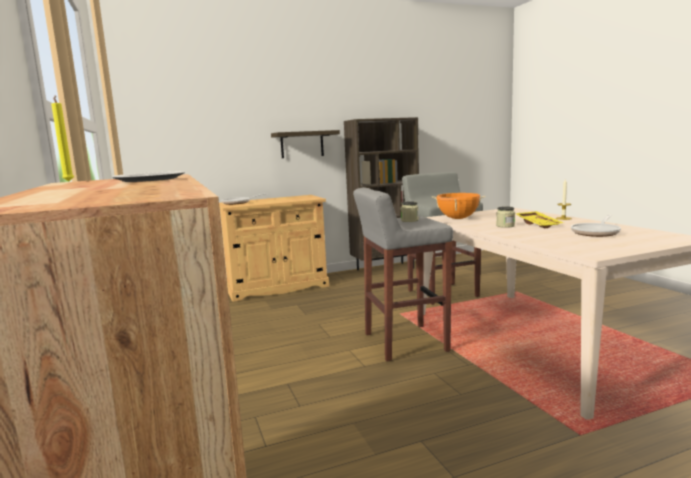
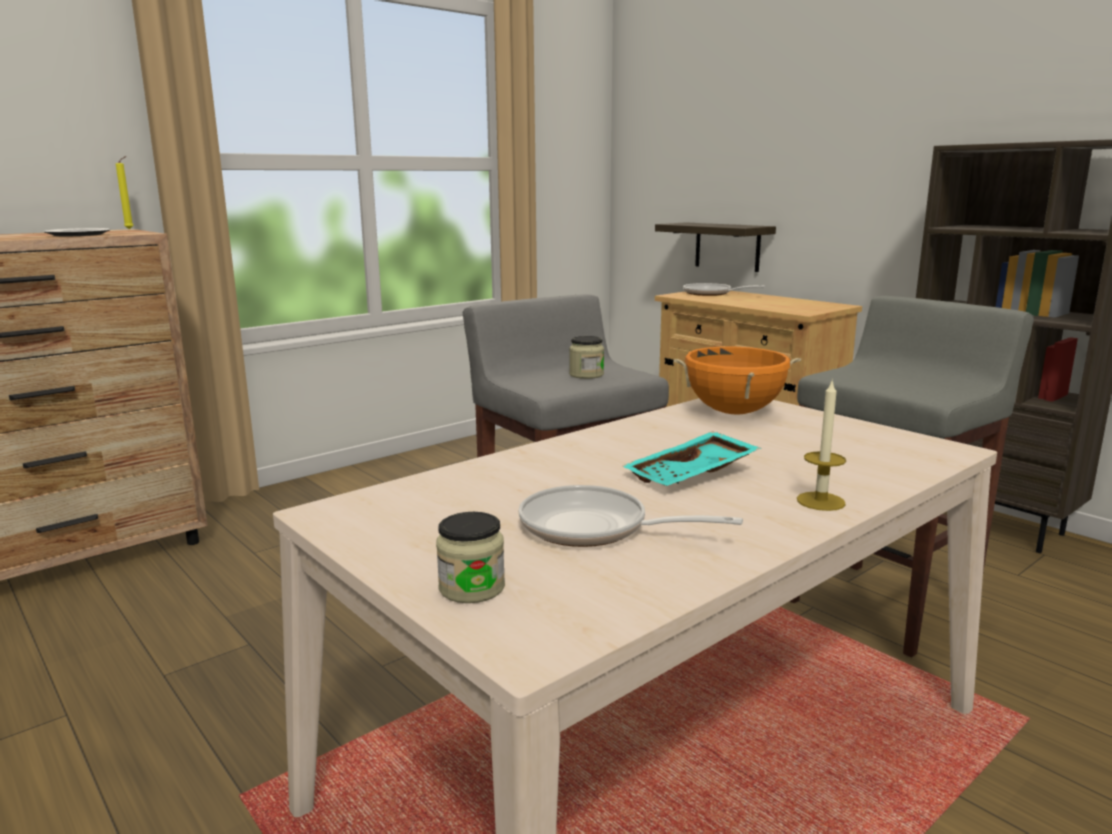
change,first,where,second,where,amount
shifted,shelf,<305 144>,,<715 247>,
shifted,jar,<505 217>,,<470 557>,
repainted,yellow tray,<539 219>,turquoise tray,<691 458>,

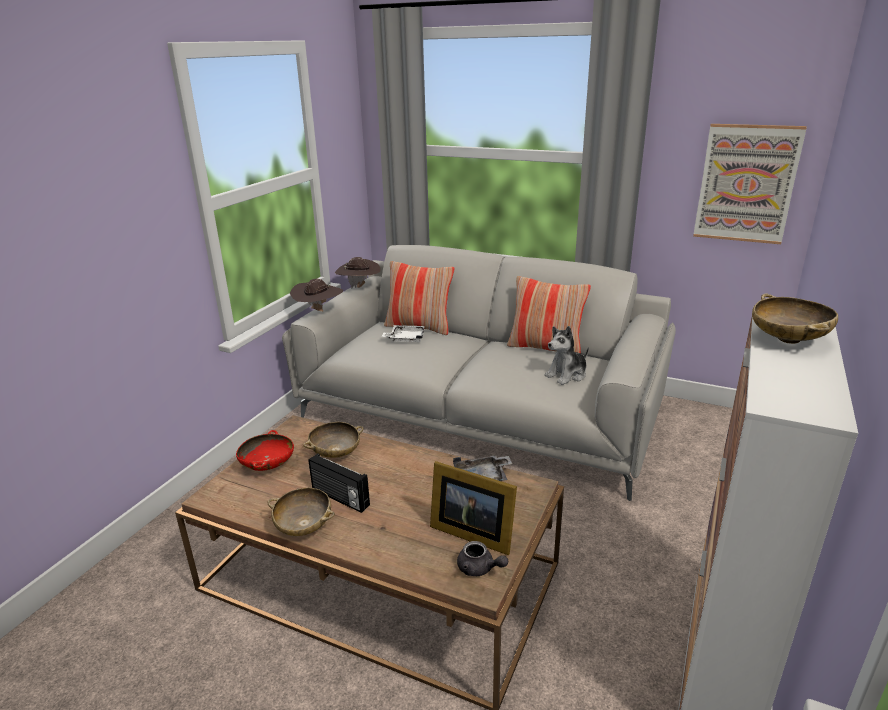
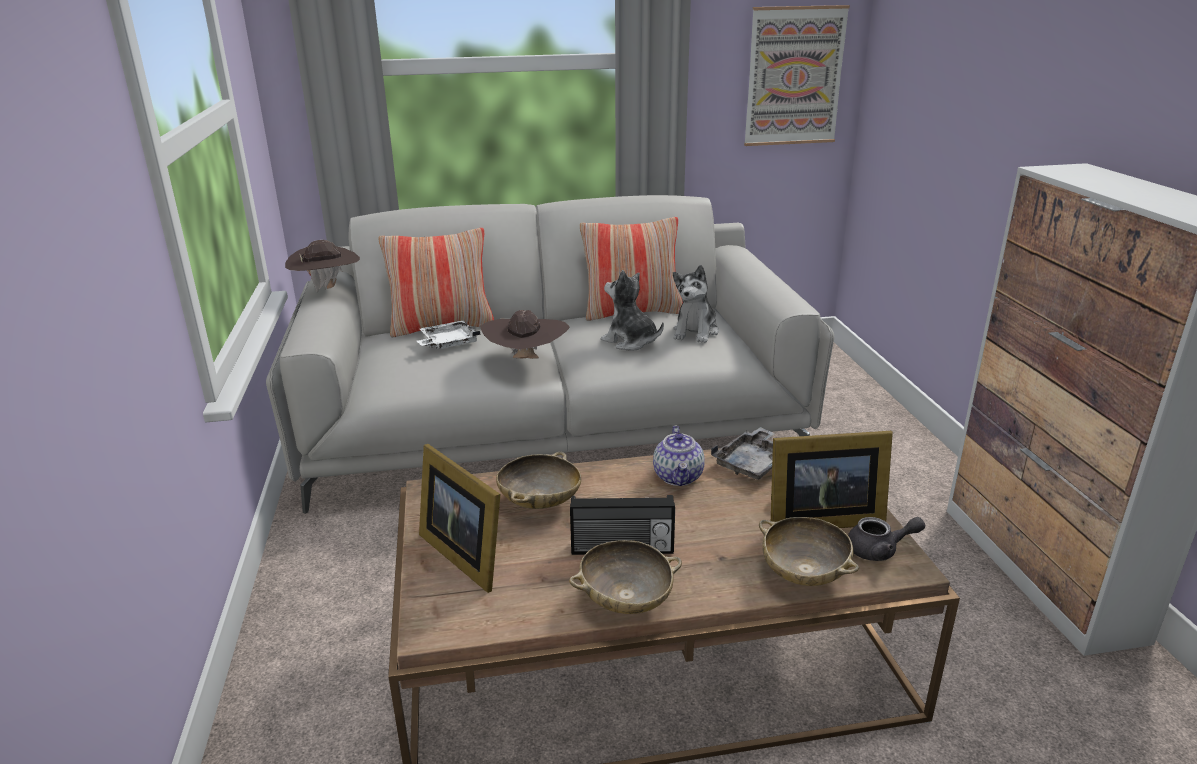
change,first,where,second,where,amount
swapped,red bowl,<265 450>,picture frame,<459 518>,
shifted,brown hat,<317 295>,,<525 334>,
shifted,beige bowl,<795 318>,,<809 551>,
new,,,plush toy,<632 310>,
new,,,teapot,<679 456>,

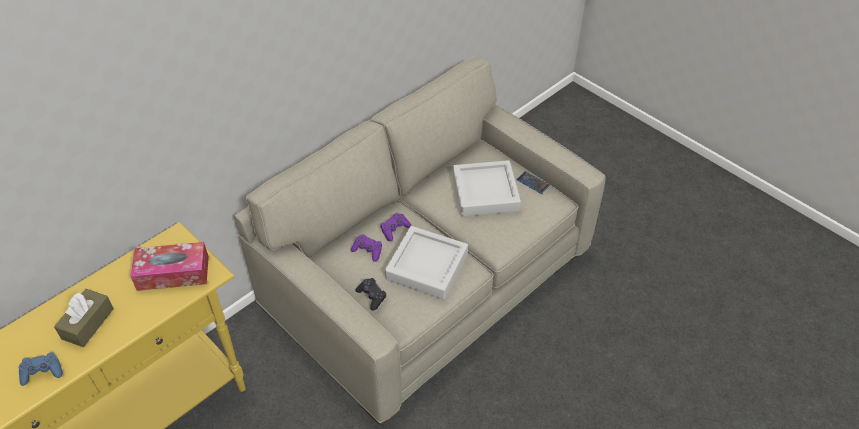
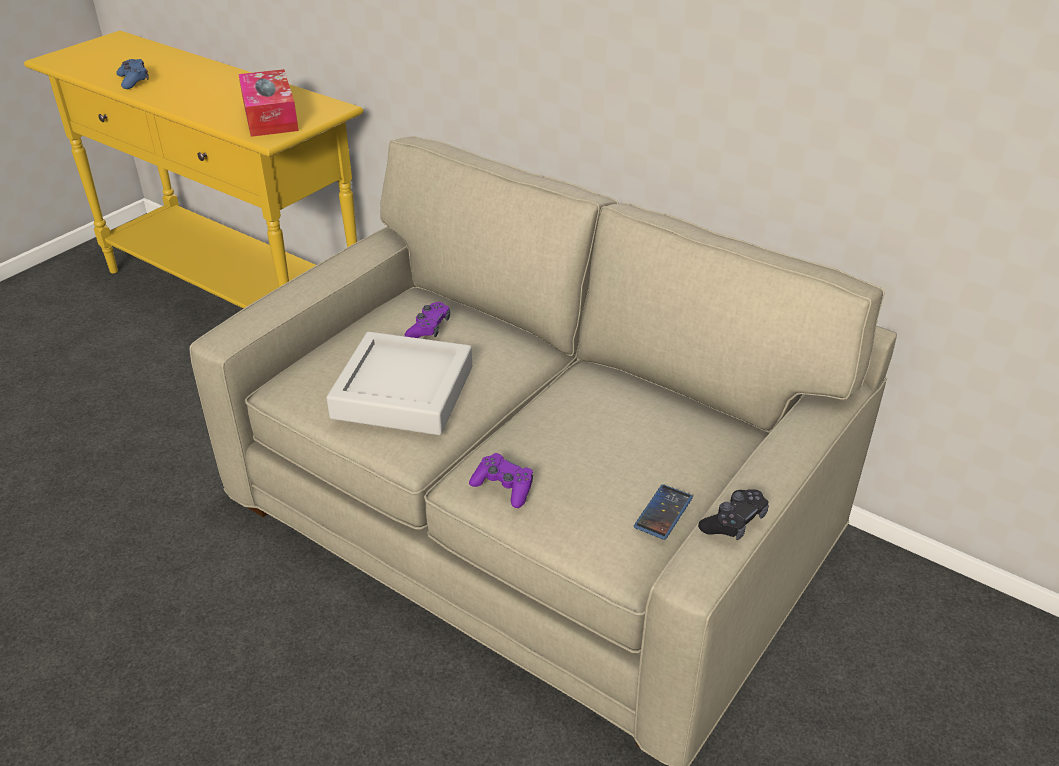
change,first,where,second,where,amount
gone,brown tissue box,<84 318>,,,
shifted,black game controller,<370 294>,,<733 514>,
shifted,purple game controller,<396 227>,,<501 480>,
gone,grey tray,<486 188>,,,

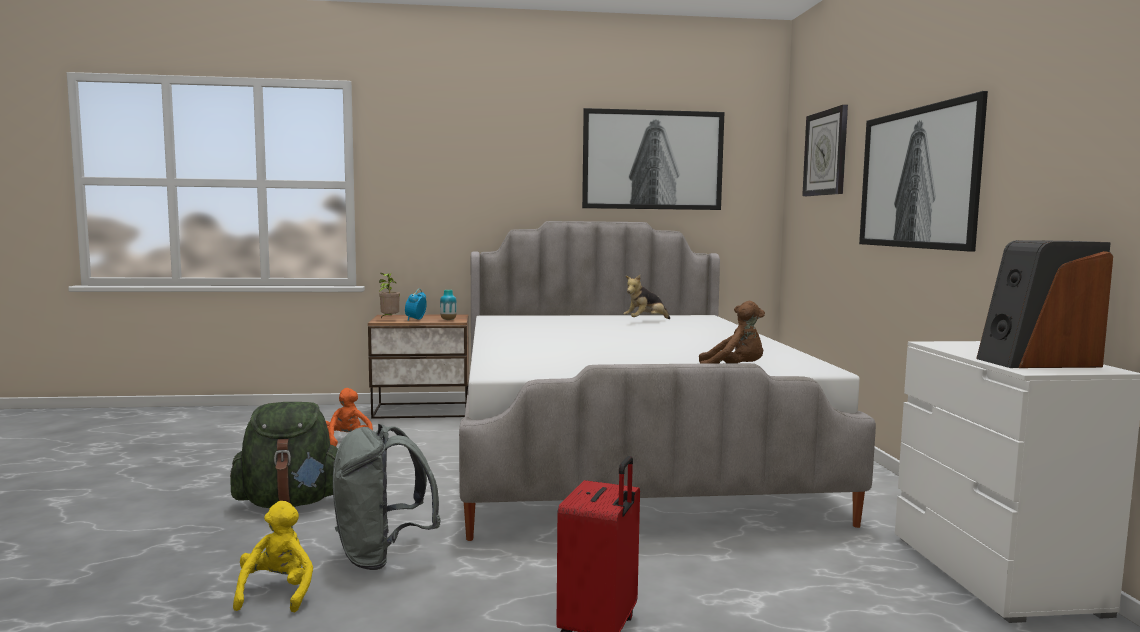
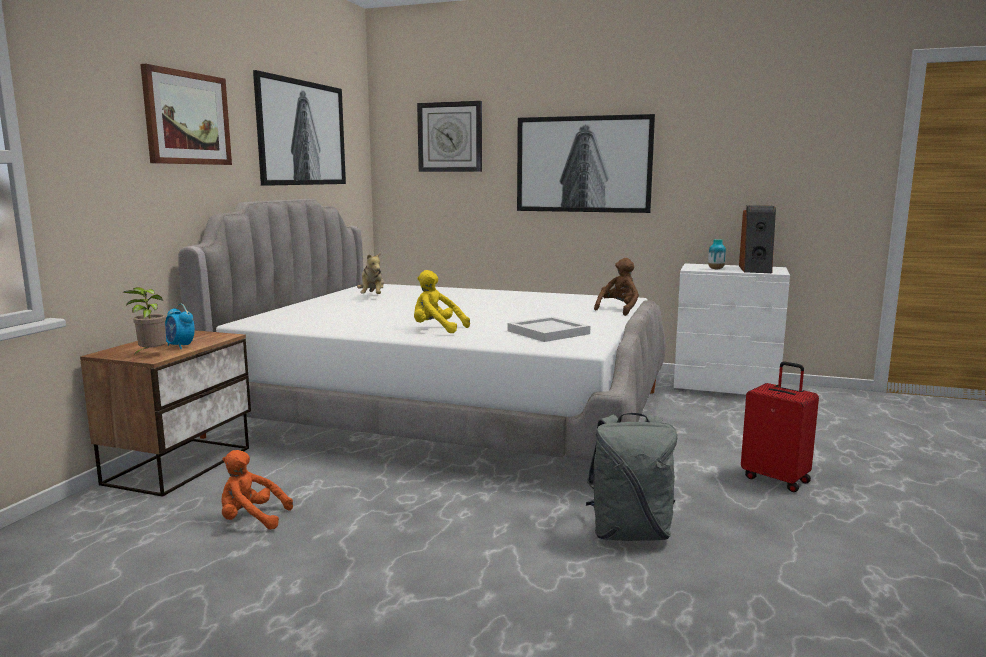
change,first,where,second,where,amount
gone,green backpack,<284 455>,,,
shifted,yellow plush toy,<273 556>,,<442 301>,
shifted,vase,<448 305>,,<717 254>,
new,,,picture,<186 114>,
new,,,white tray,<548 329>,

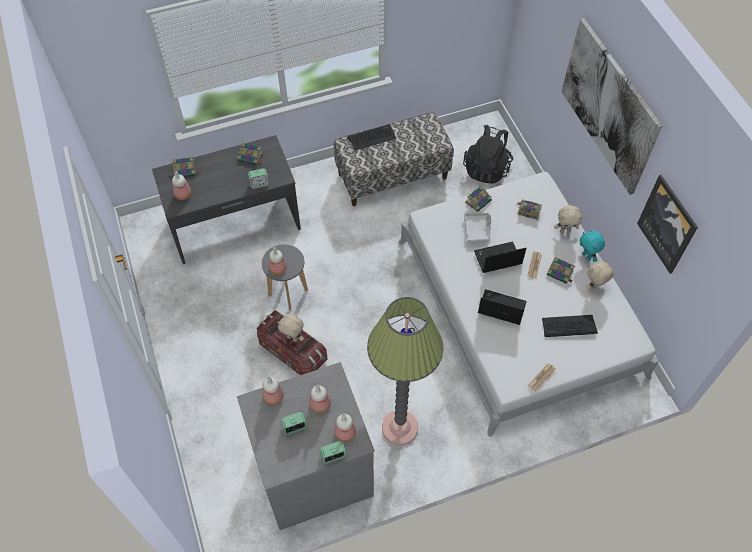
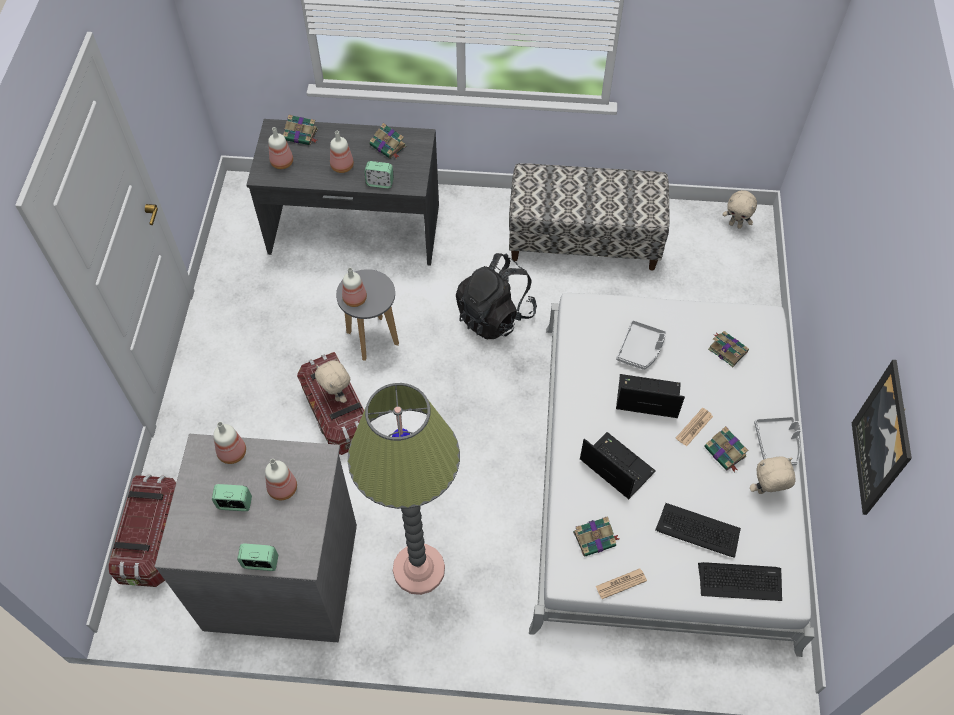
change,first,where,second,where,amount
shifted,bottle,<345 428>,,<342 152>,
shifted,keyboard,<371 137>,,<740 581>,
shifted,black backpack,<488 154>,,<496 296>,
shifted,book,<478 198>,,<596 536>,
shifted,beige plush toy,<568 219>,,<739 209>,
gone,picture,<611 106>,,,
swapped,turquoise plush toy,<592 246>,grey tray,<777 441>,
new,,,storage box,<142 531>,

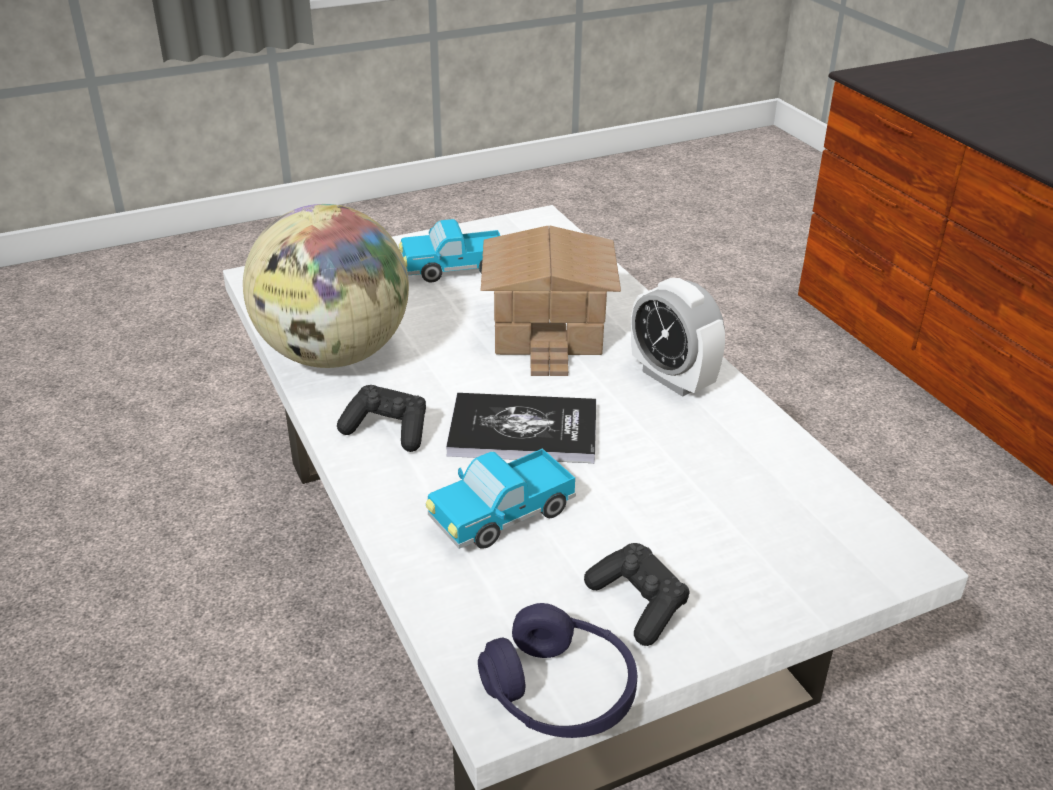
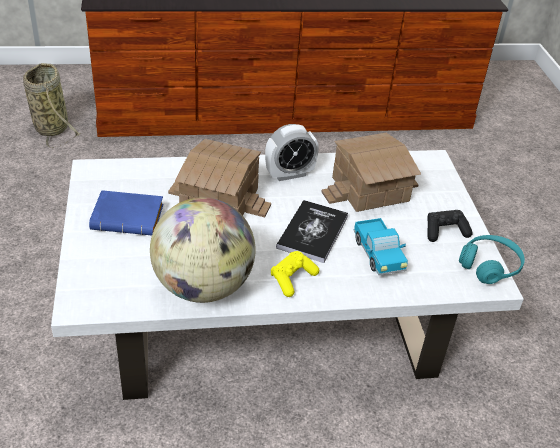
change,first,where,second,where,amount
repainted,black game controller,<381 418>,yellow game controller,<295 274>,
swapped,toy truck,<449 250>,blue book,<126 212>,
repainted,purple headphones,<557 670>,turquoise headphones,<492 259>,
new,,,basket,<52 105>,
new,,,toy house,<371 172>,

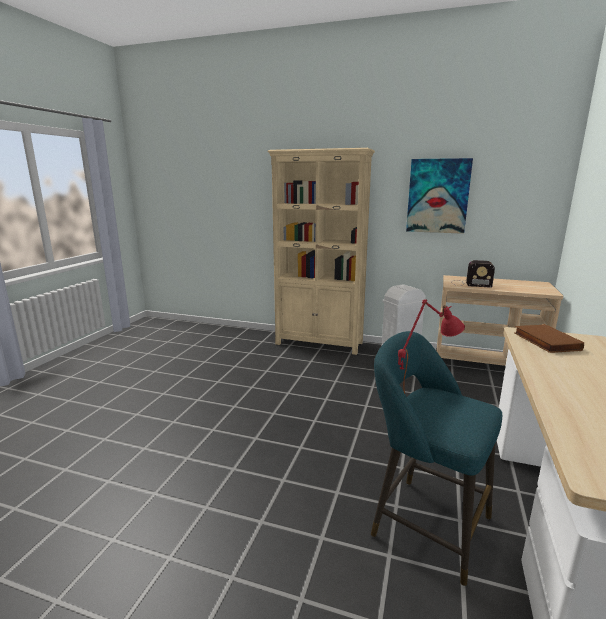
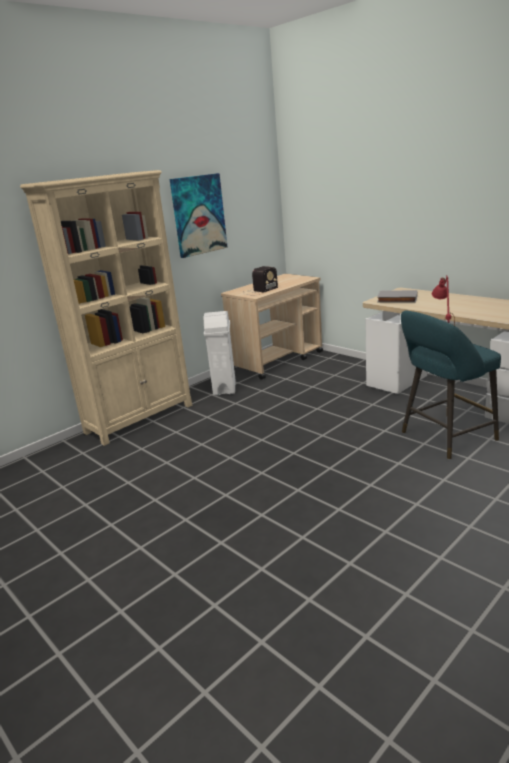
change,first,where,second,where,amount
repainted,brown book,<549 338>,grey book,<397 296>,

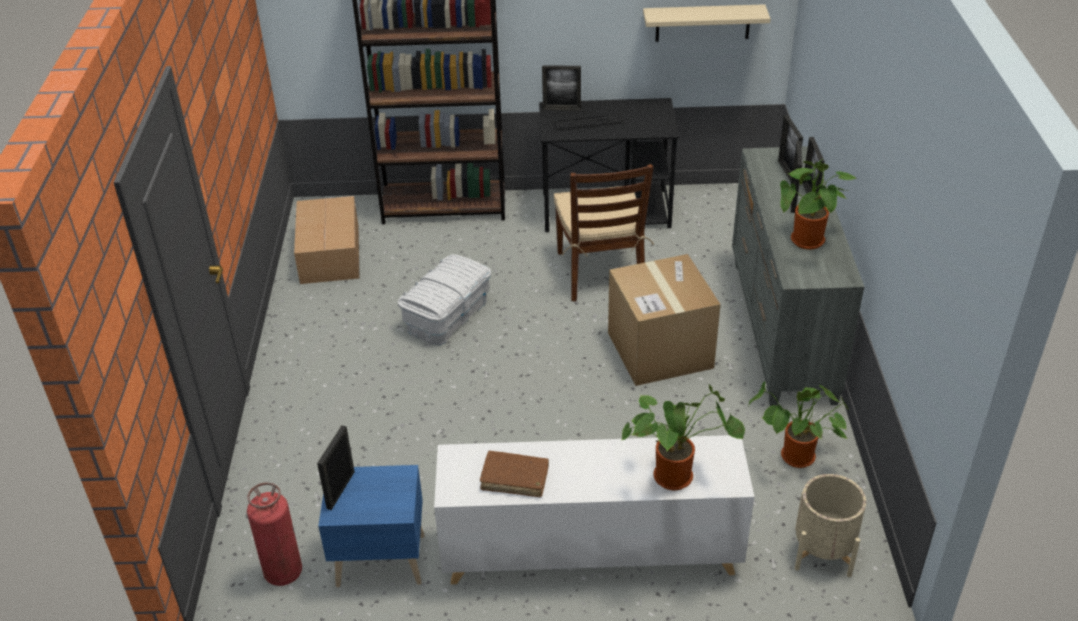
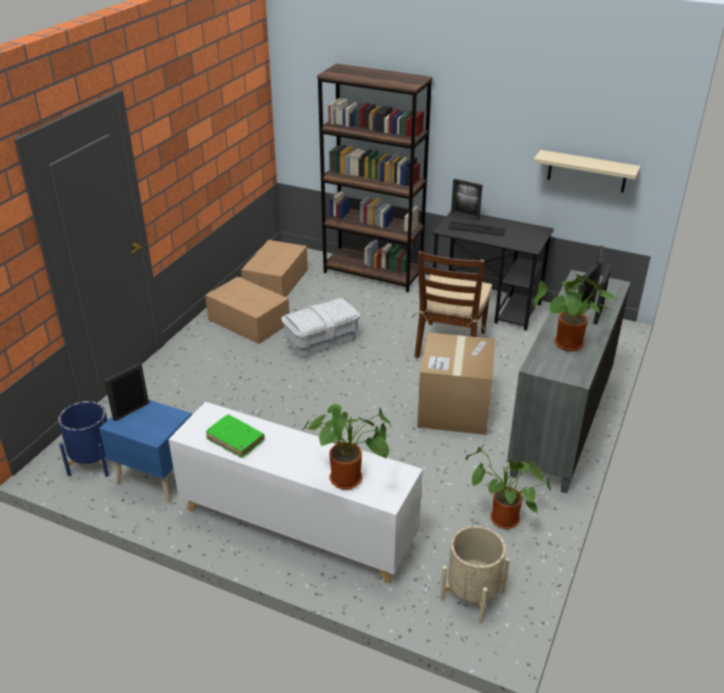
change,first,where,second,where,amount
swapped,fire extinguisher,<274 534>,blue planter,<83 439>,
repainted,brown book,<514 474>,green book,<235 436>,
new,,,cardboard box,<247 310>,

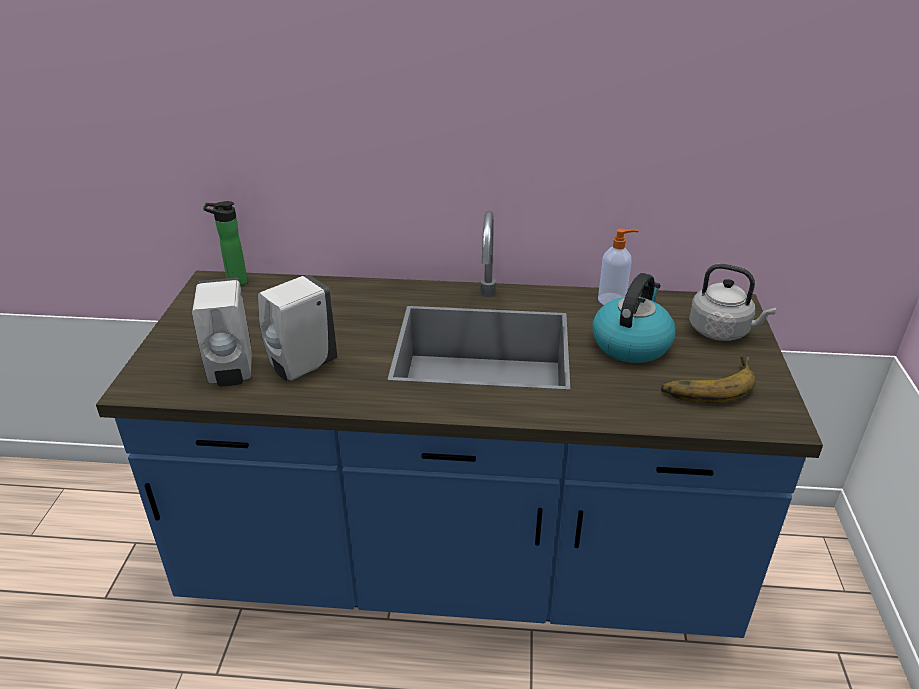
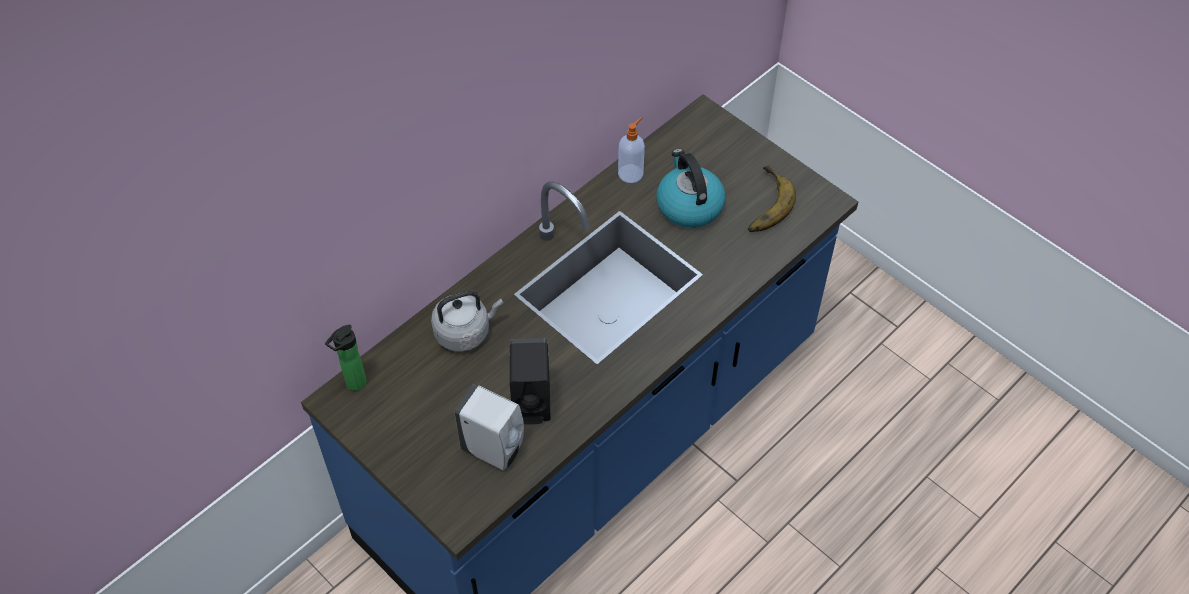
change,first,where,second,where,amount
repainted,white soap dispenser,<297 327>,black soap dispenser,<529 381>,
shifted,grey kettle,<732 302>,,<467 321>,

